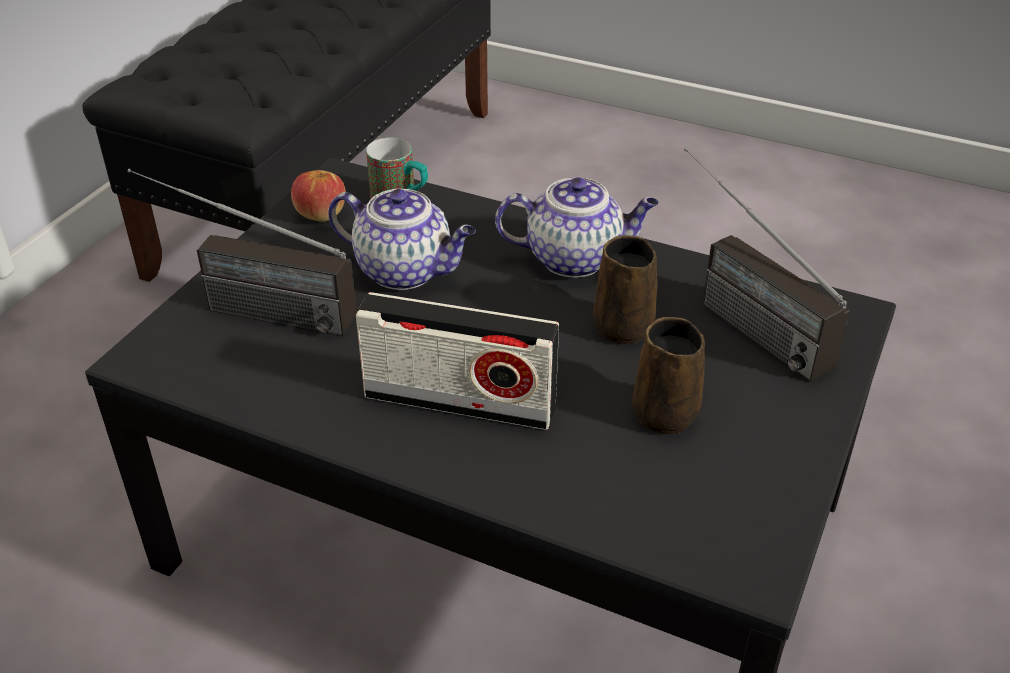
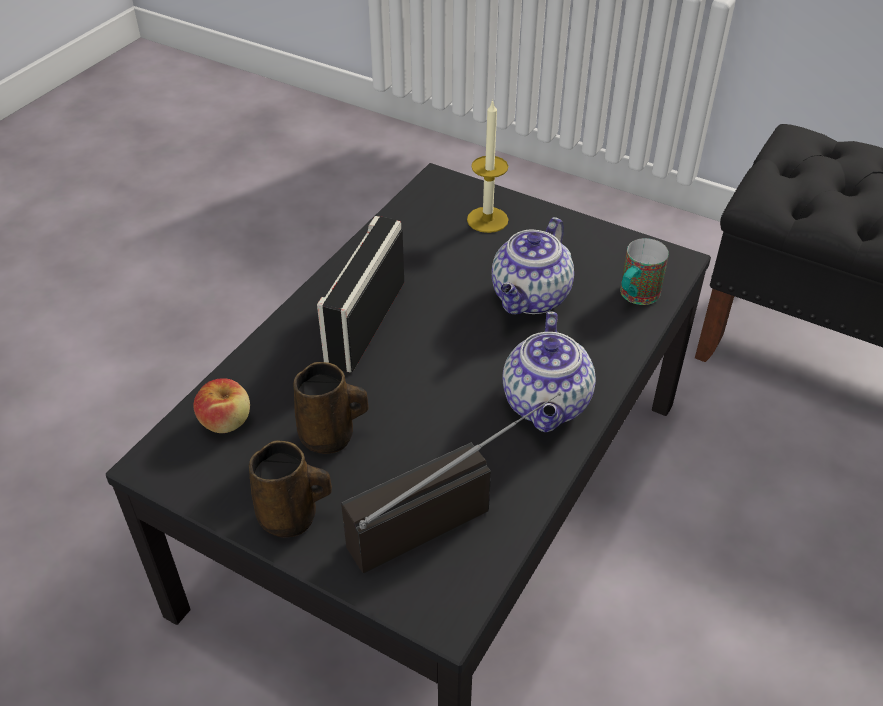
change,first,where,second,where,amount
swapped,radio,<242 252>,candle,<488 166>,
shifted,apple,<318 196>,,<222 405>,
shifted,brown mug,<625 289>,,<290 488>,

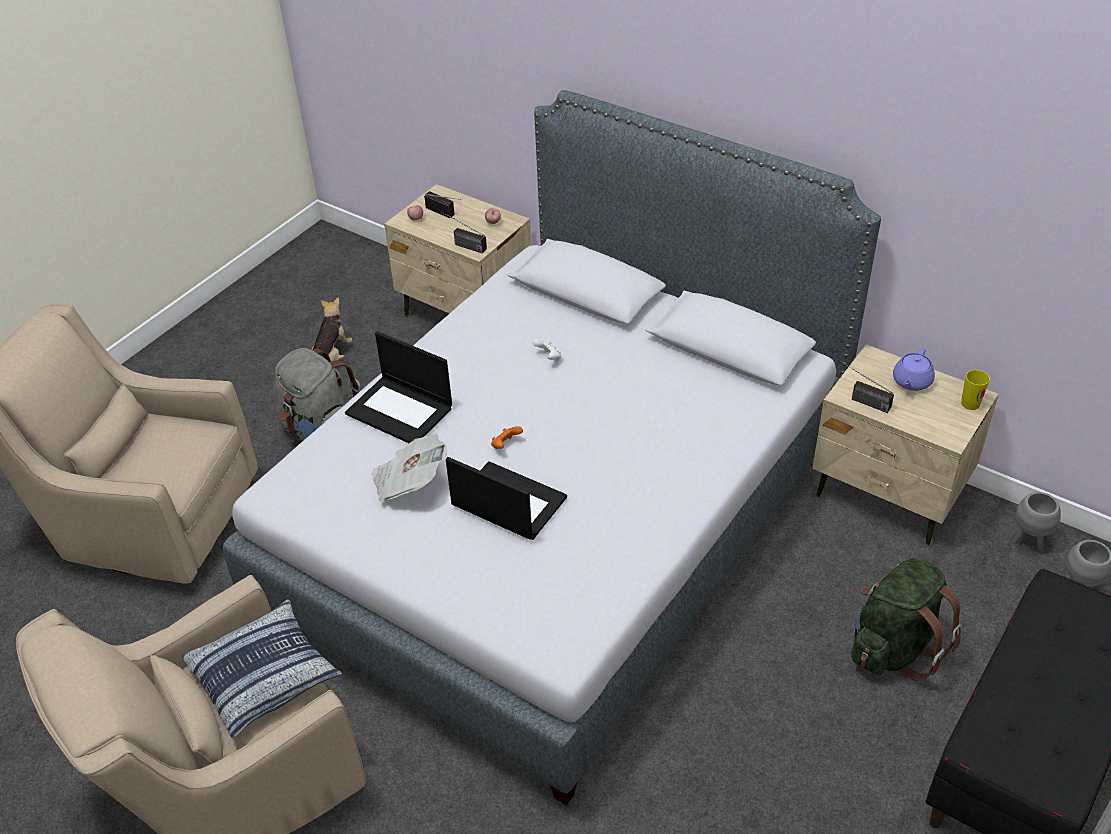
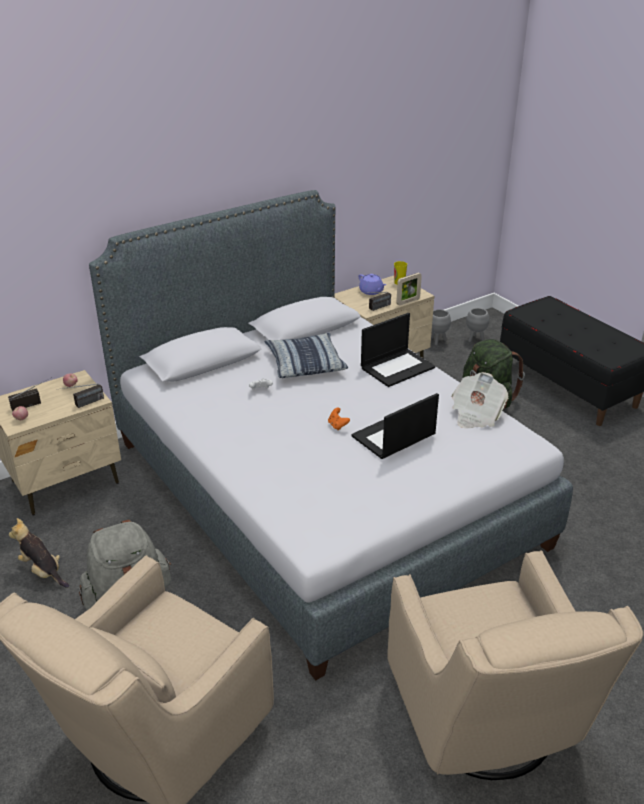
change,first,where,second,where,amount
shifted,pillow,<262 668>,,<306 355>,
shifted,laptop,<398 387>,,<398 350>,
shifted,newspaper,<409 467>,,<480 400>,
new,,,picture frame,<409 289>,

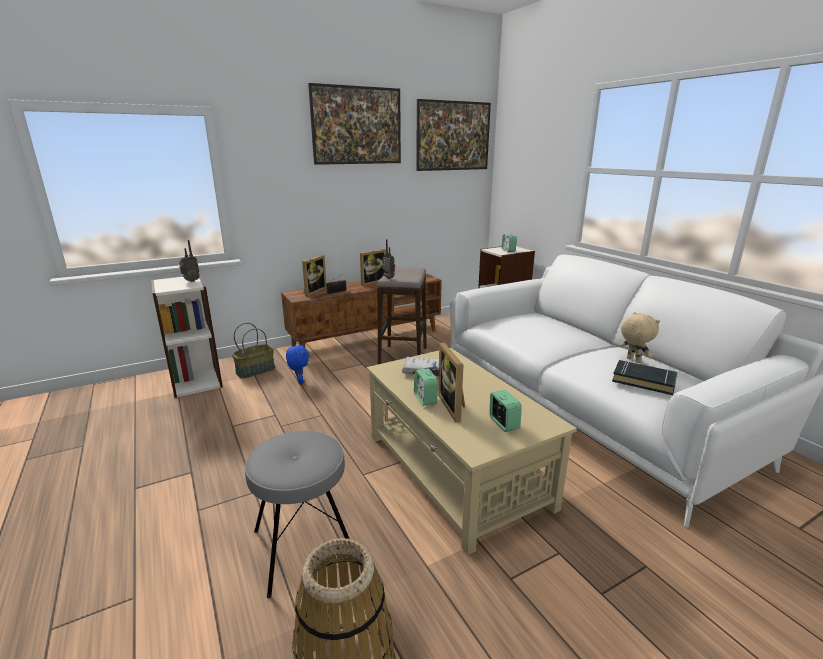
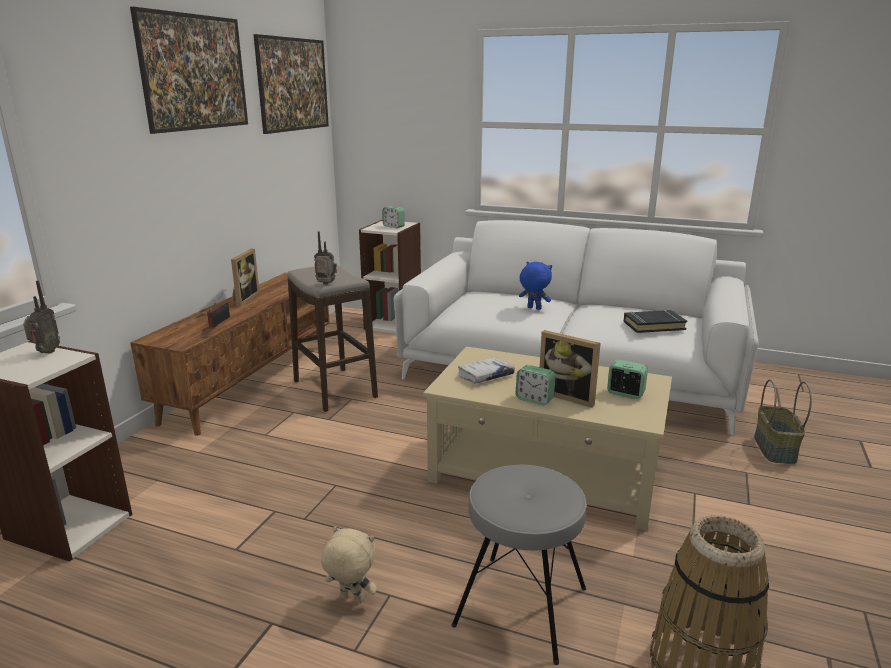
change,first,where,second,where,amount
shifted,basket,<253 351>,,<783 421>,
shifted,blue plush toy,<297 364>,,<535 286>,
gone,picture frame,<314 275>,,,
shifted,beige plush toy,<640 337>,,<349 564>,

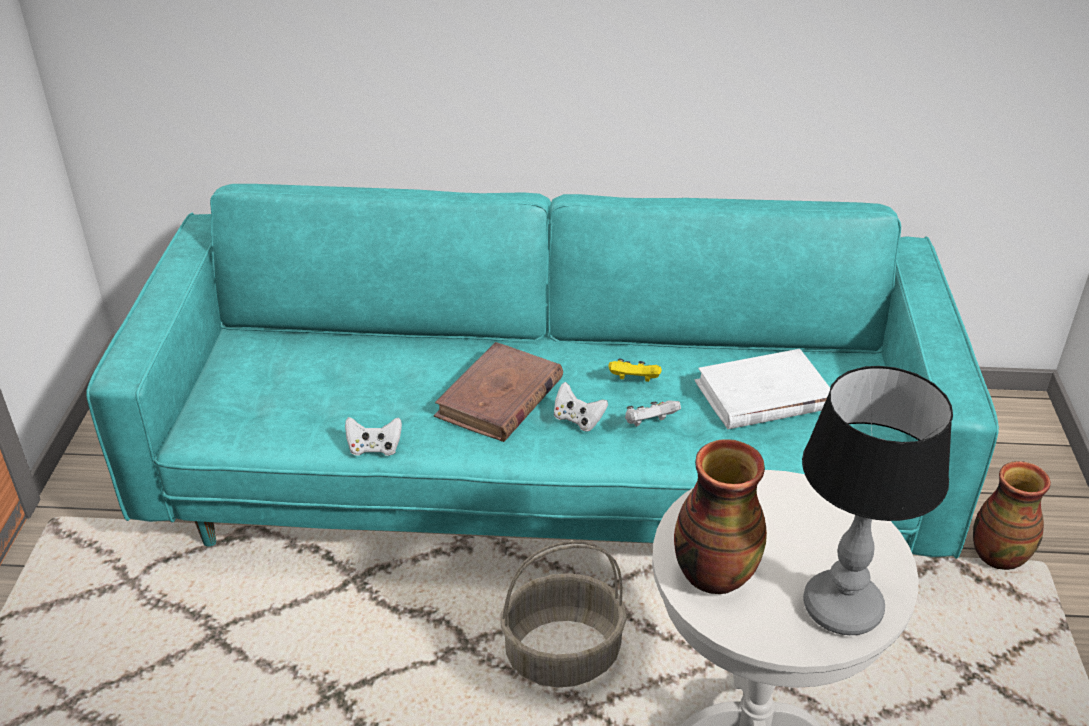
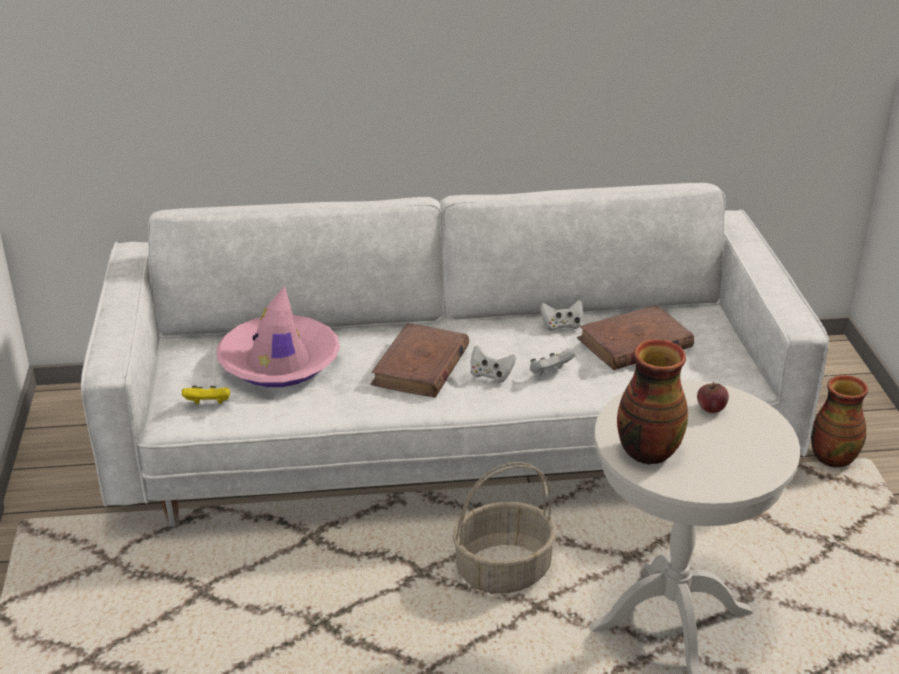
change,first,where,second,where,amount
repainted,turquoise sofa,<542 371>,white sofa,<455 354>,
shifted,white game controller,<373 436>,,<561 315>,
shifted,yellow game controller,<635 370>,,<206 395>,
repainted,white book,<762 389>,brown book,<635 337>,
gone,table lamp,<877 500>,,,
new,,,pink hat,<278 336>,
new,,,apple,<713 397>,

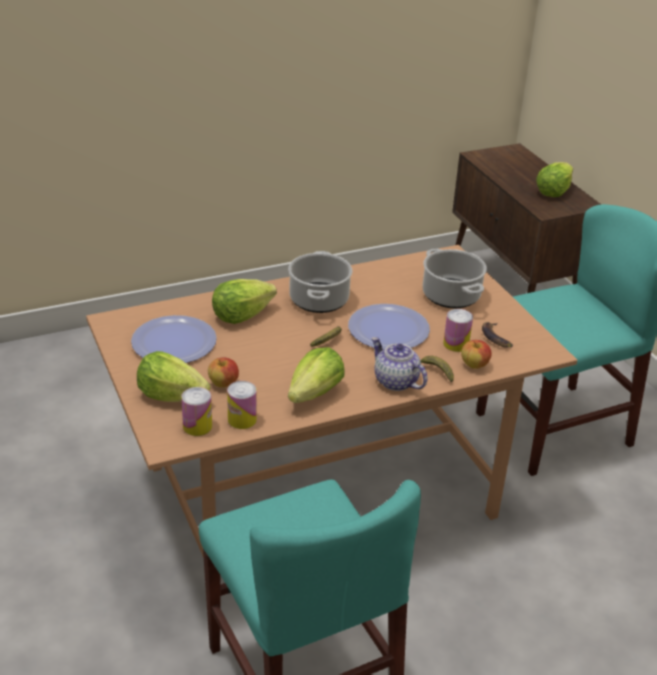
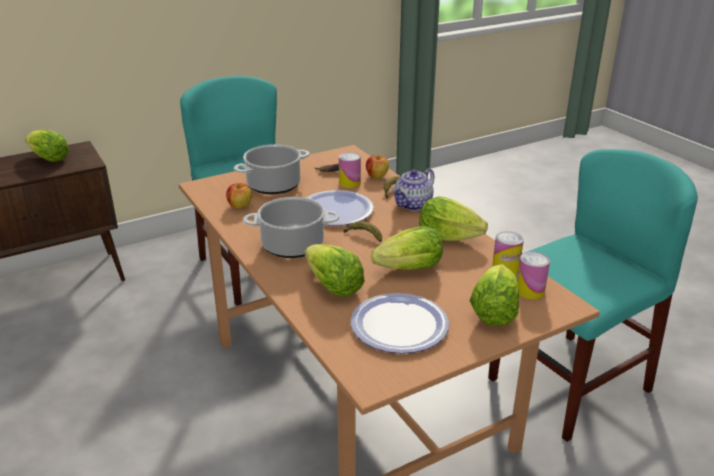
change,first,where,second,where,amount
shifted,apple,<223 372>,,<239 196>,
new,,,lettuce,<407 248>,

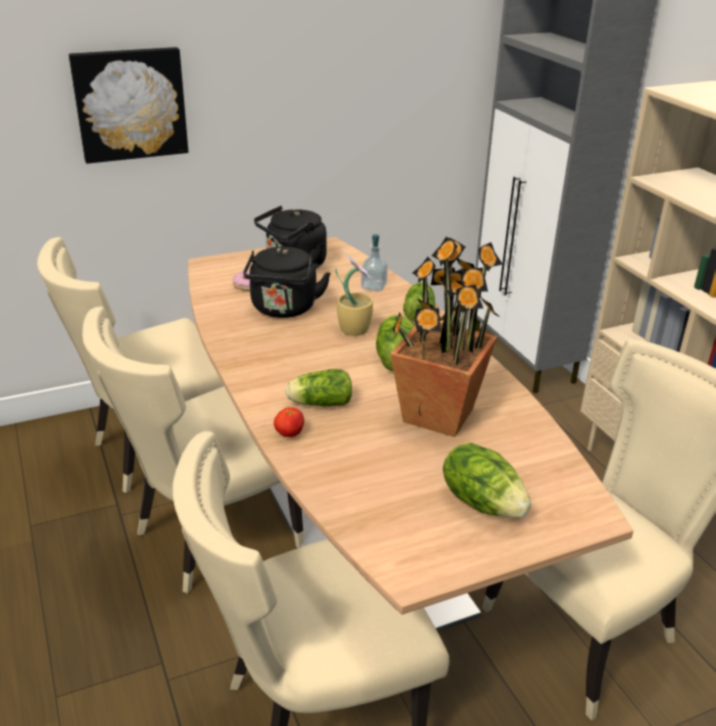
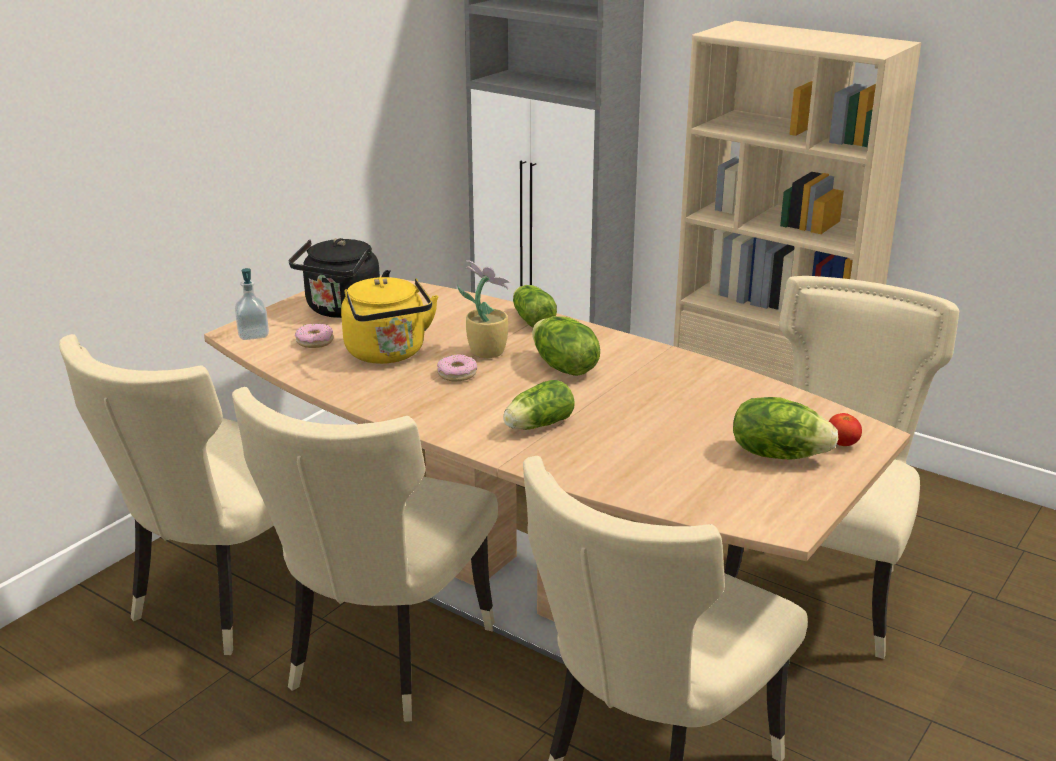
change,first,where,second,where,amount
gone,picture,<128 105>,,,
repainted,black kettle,<287 282>,yellow kettle,<389 320>,
shifted,tomato,<289 422>,,<845 429>,
shifted,soap dispenser,<374 262>,,<252 304>,
gone,potted plant,<446 337>,,,
new,,,donut,<457 367>,

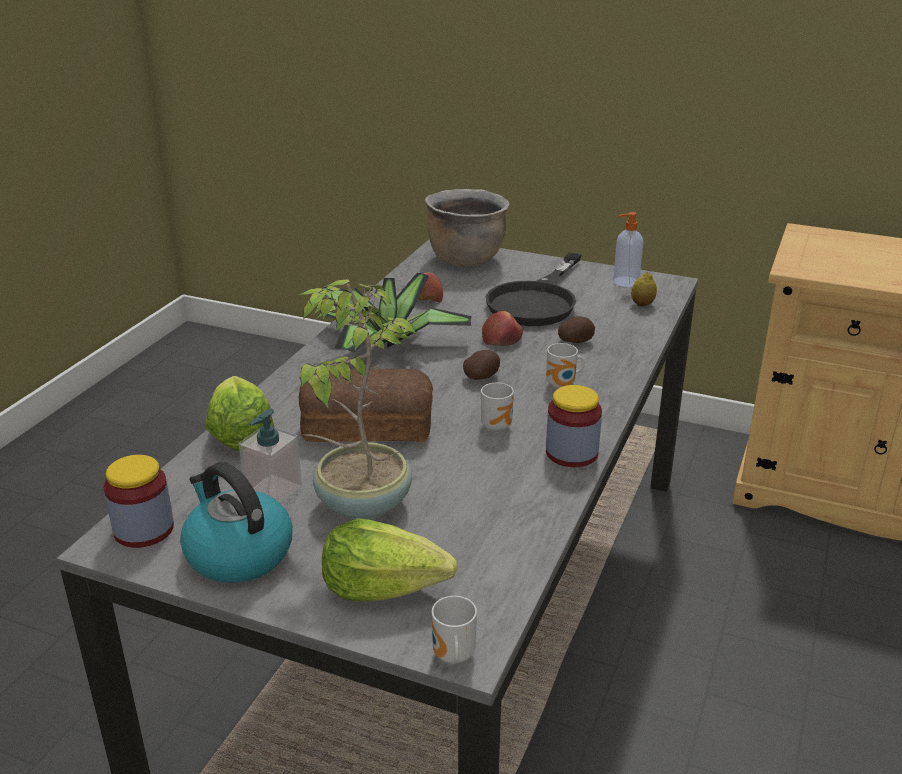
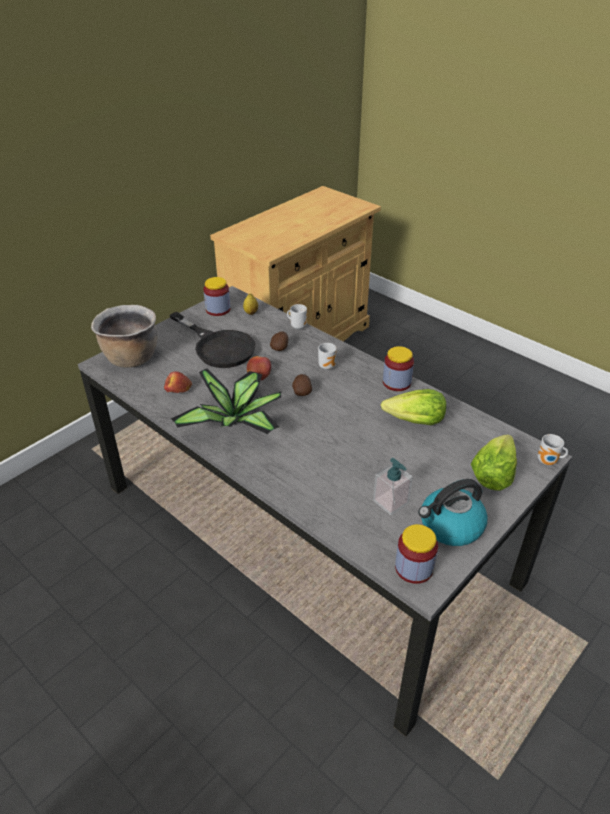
change,first,where,second,where,amount
shifted,lettuce,<239 413>,,<413 407>,
gone,potted plant,<358 399>,,,
gone,bread,<366 405>,,,
shifted,mug,<497 407>,,<297 317>,
swapped,soap dispenser,<628 249>,jar,<217 296>,

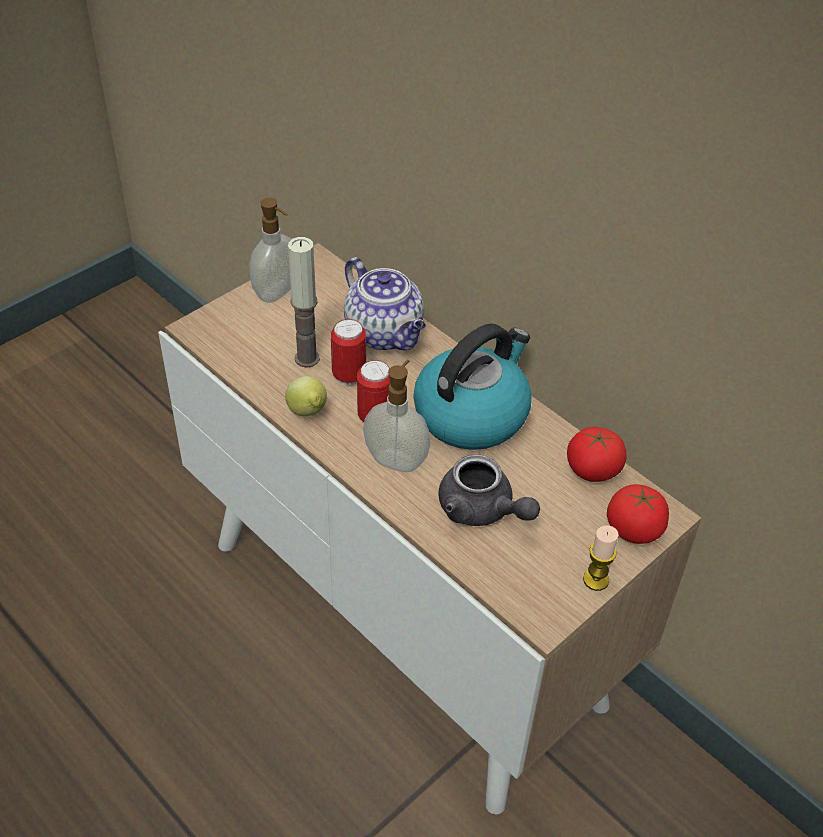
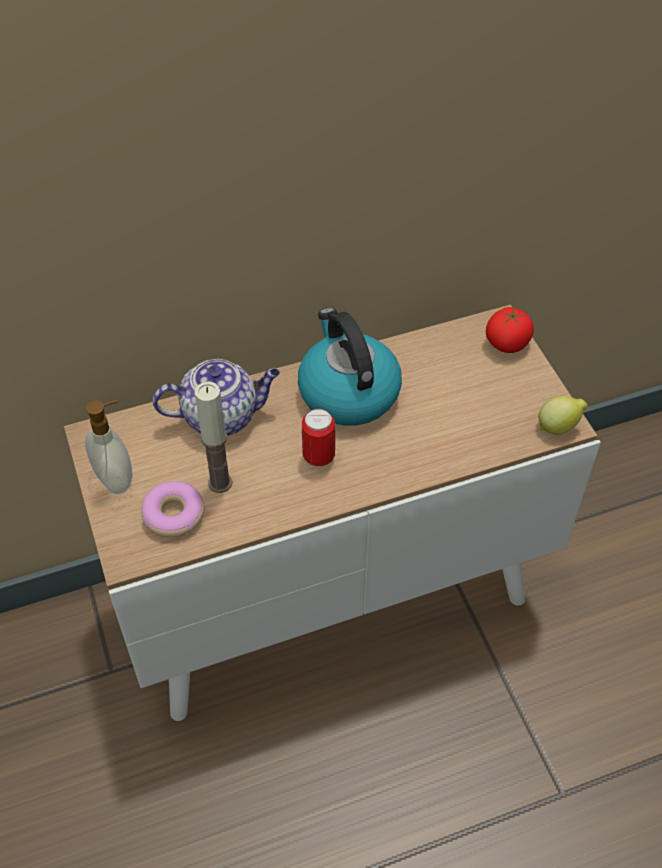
change,first,where,second,where,amount
shifted,lemon,<306 396>,,<563 415>,
gone,can,<348 352>,,,
gone,soap dispenser,<396 416>,,,
gone,grey teapot,<489 490>,,,
gone,tomato,<596 454>,,,
gone,candle,<600 558>,,,
new,,,donut,<172 509>,

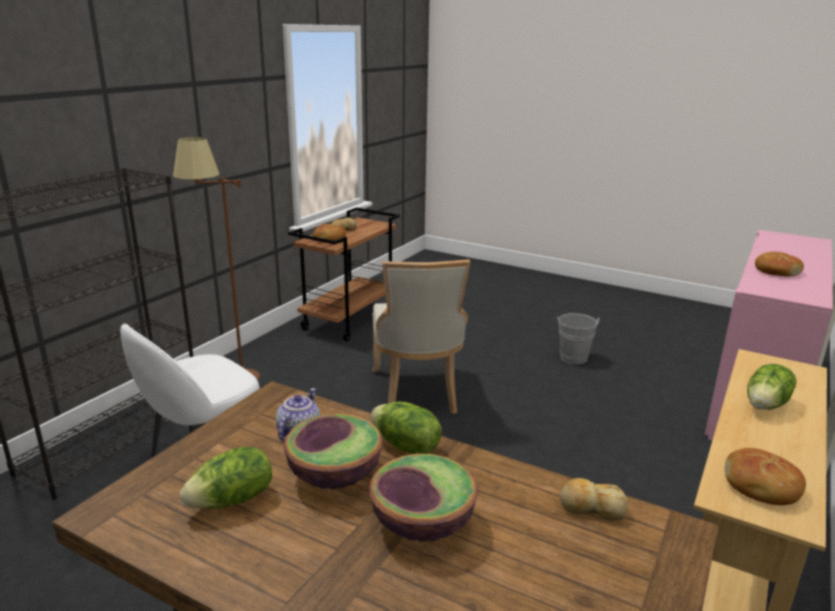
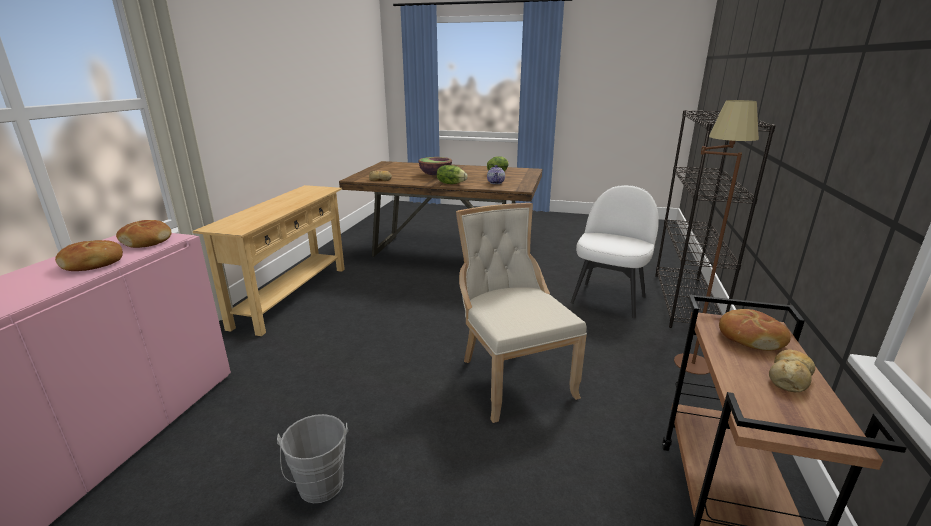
change,first,where,second,where,amount
gone,bowl,<333 451>,,,
shifted,bread,<765 476>,,<144 234>,
gone,lettuce,<772 387>,,,

